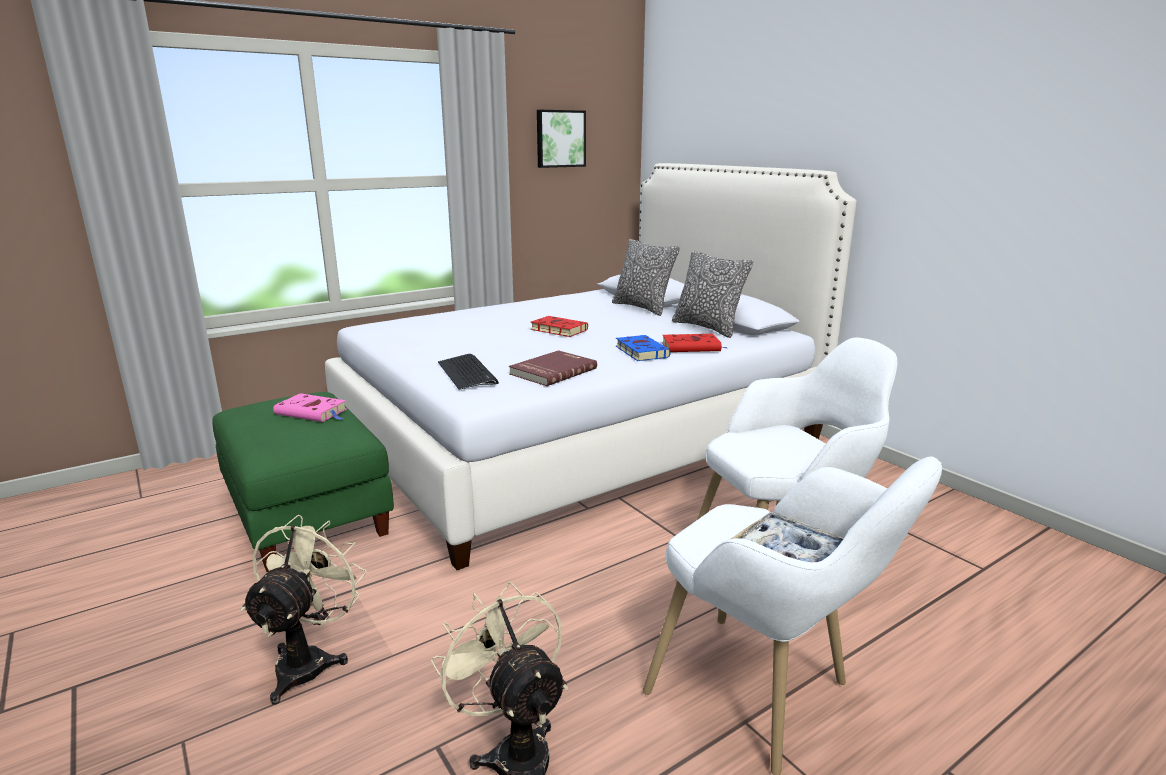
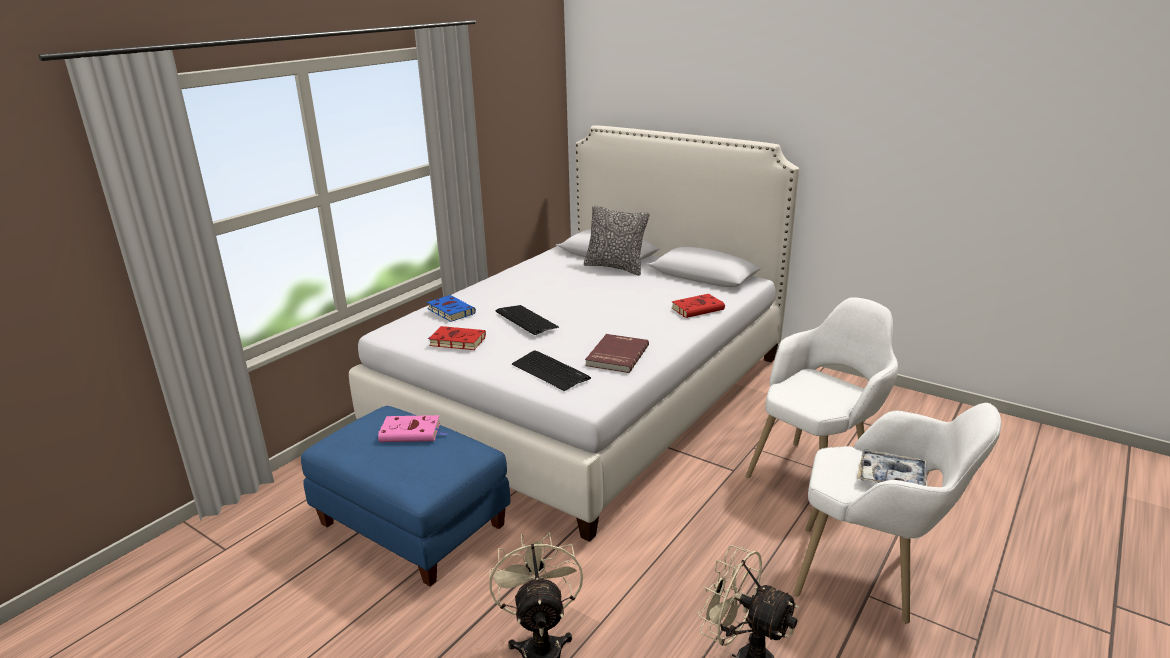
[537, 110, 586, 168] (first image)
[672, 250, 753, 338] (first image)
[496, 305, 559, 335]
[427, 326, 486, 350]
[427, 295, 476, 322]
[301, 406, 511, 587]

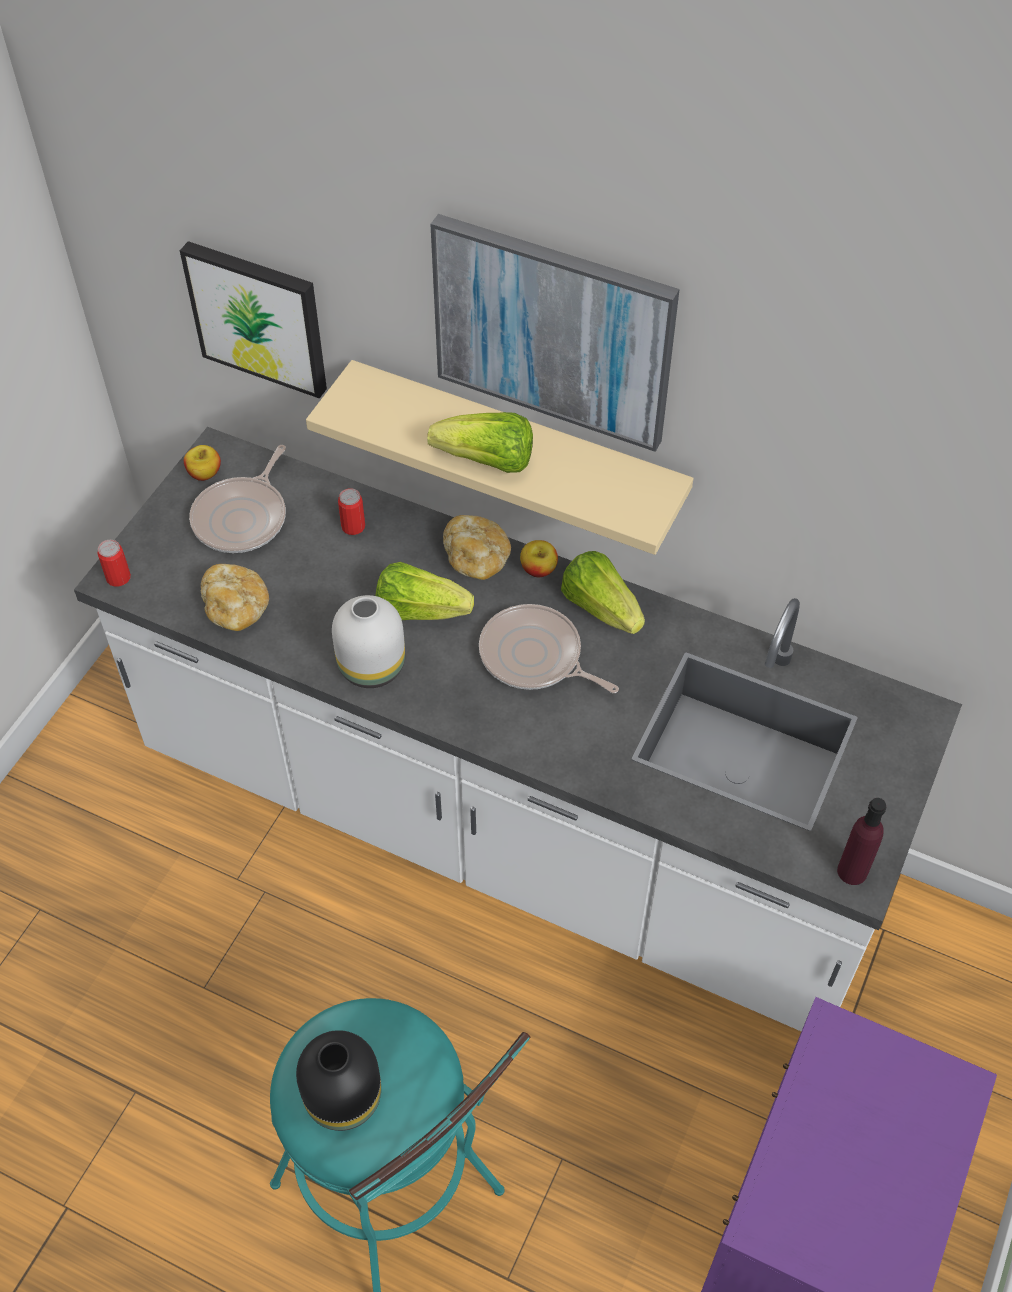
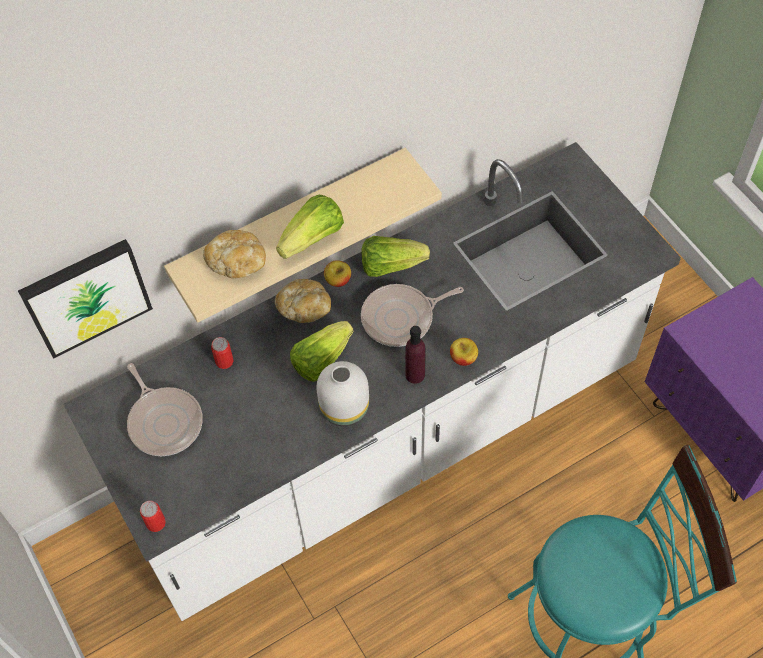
[296, 1030, 381, 1131] (first image)
[430, 214, 680, 452] (first image)
[450, 338, 478, 366]
[203, 230, 266, 278]
[405, 326, 426, 384]

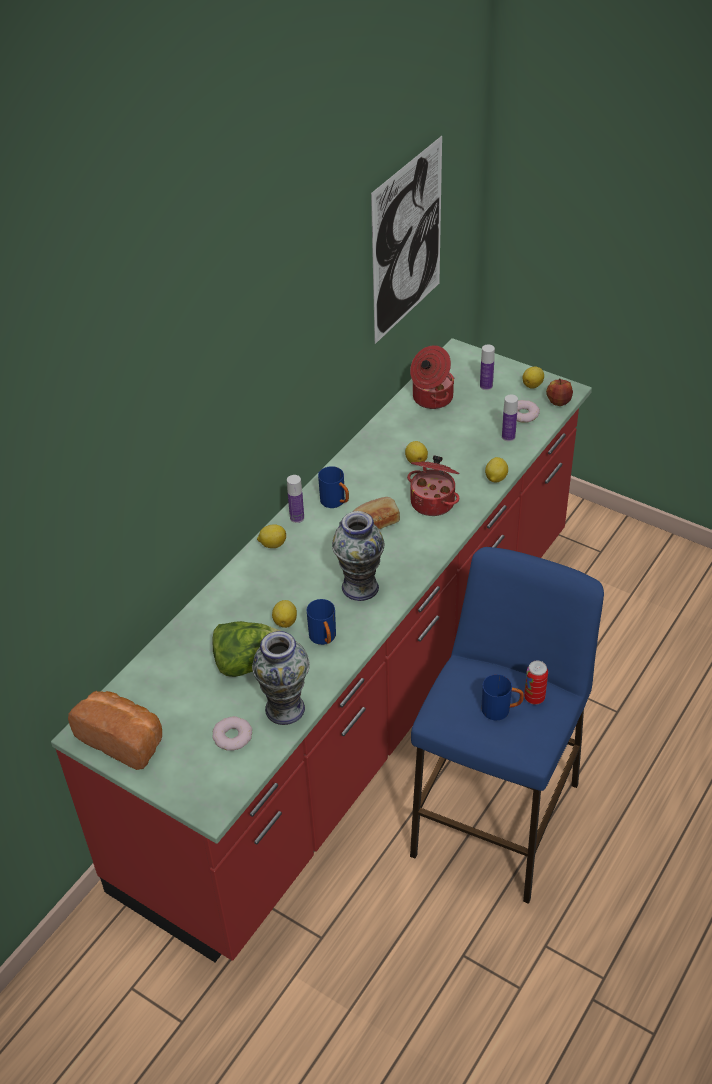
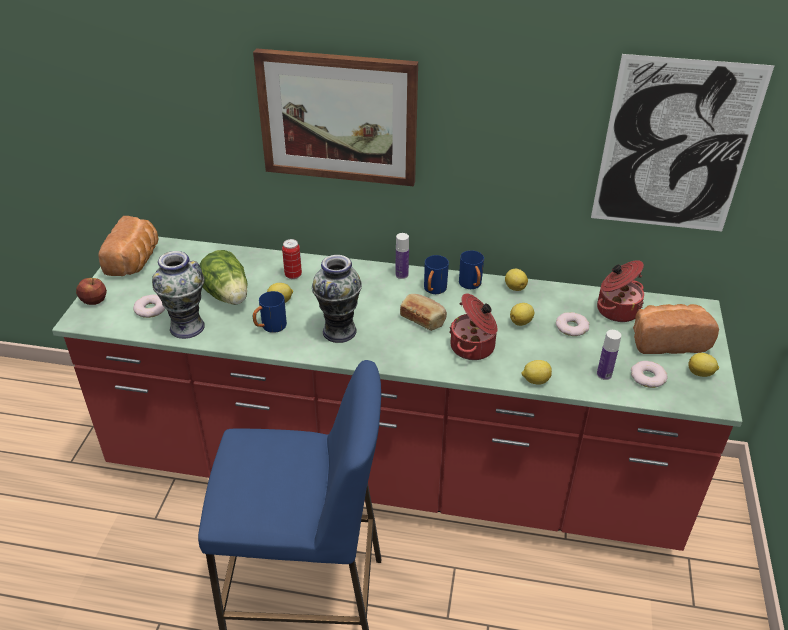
[253, 48, 418, 186]
[556, 312, 589, 336]
[505, 269, 528, 291]
[459, 250, 484, 289]
[282, 239, 302, 279]
[76, 278, 107, 305]
[633, 304, 719, 354]

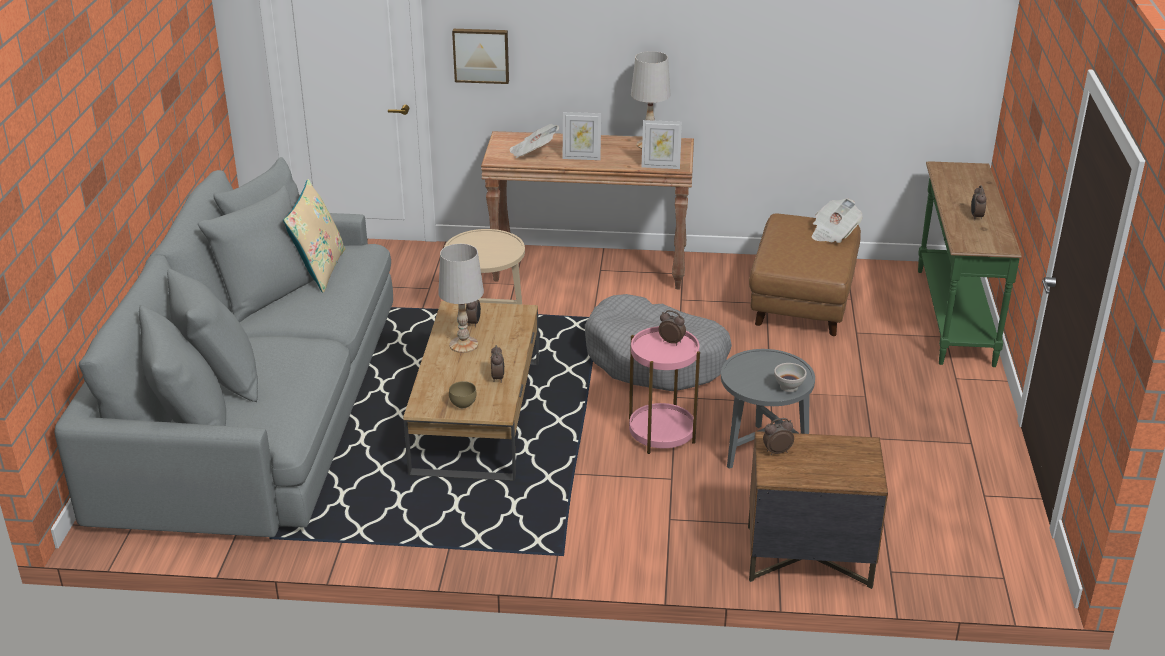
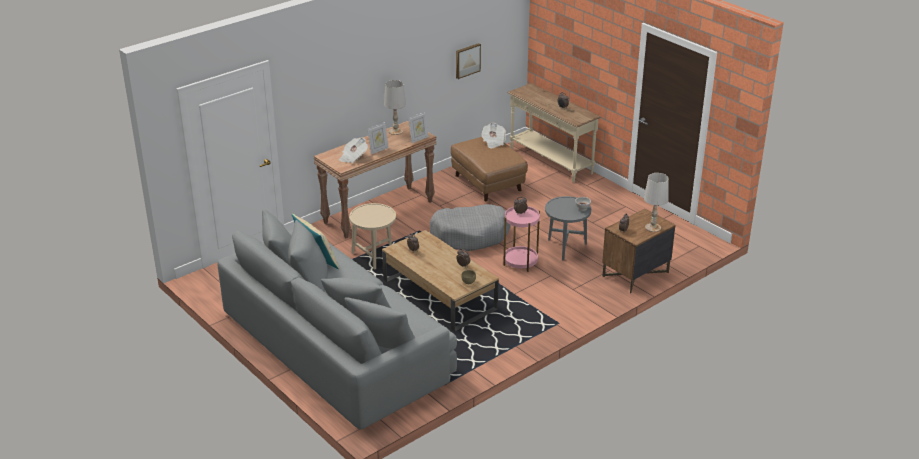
[644, 173, 669, 232]
[456, 43, 481, 79]
[507, 83, 601, 183]

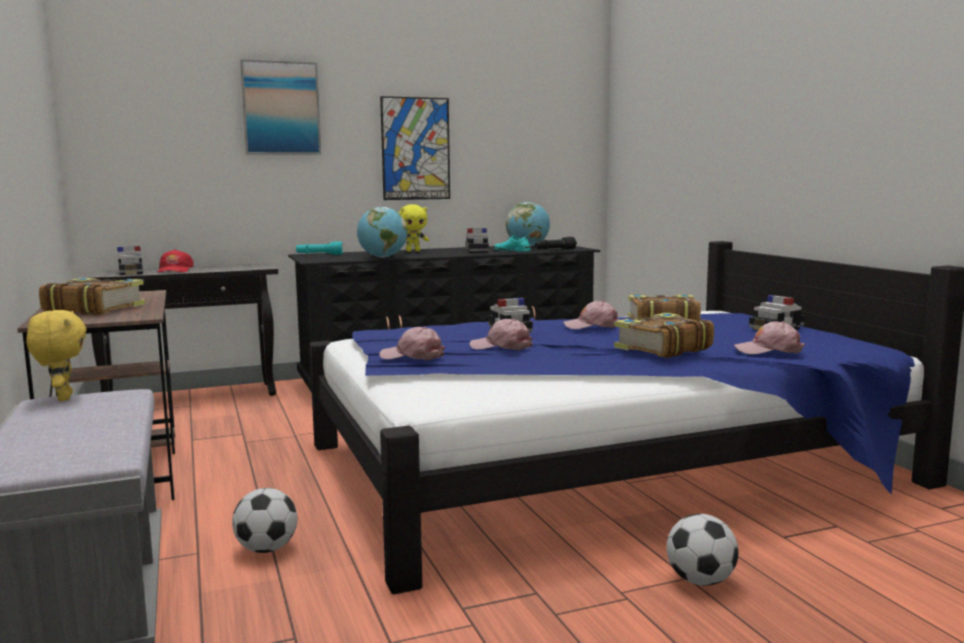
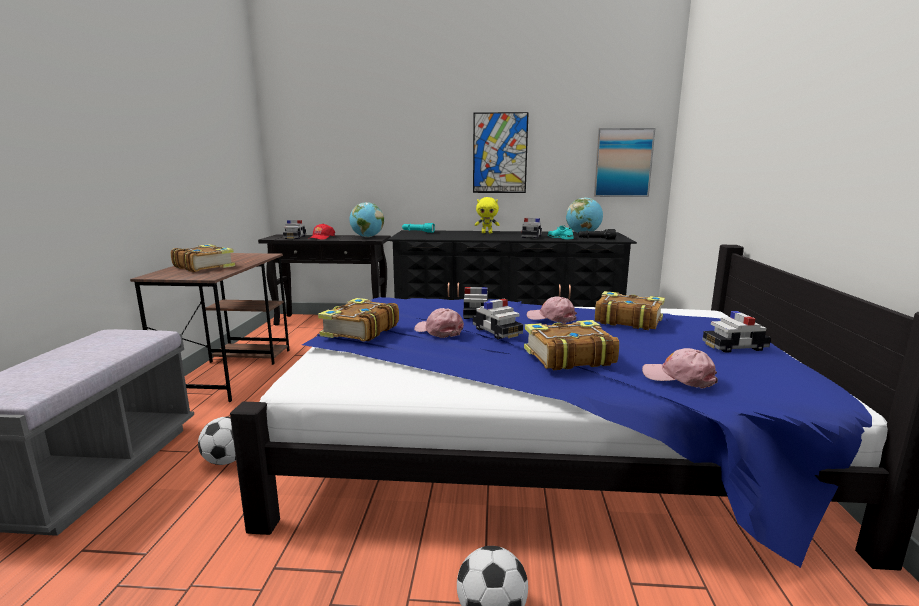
[26, 310, 87, 401] (first image)
[473, 299, 523, 339]
[594, 128, 656, 197]
[349, 202, 384, 237]
[318, 298, 399, 342]

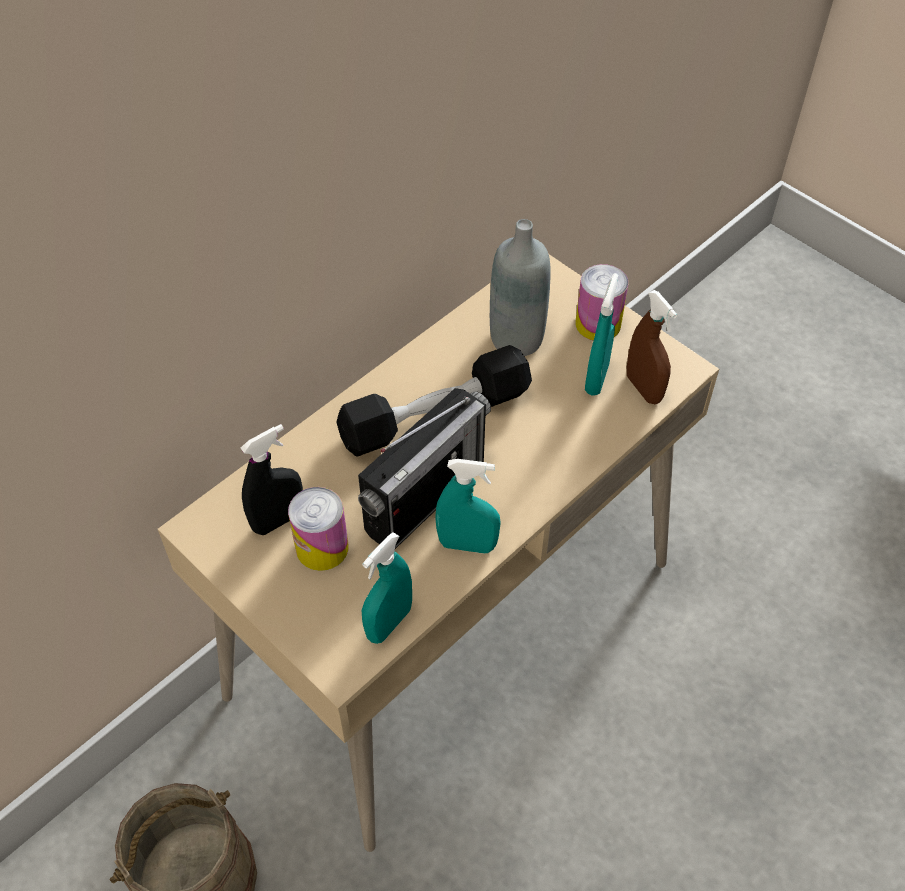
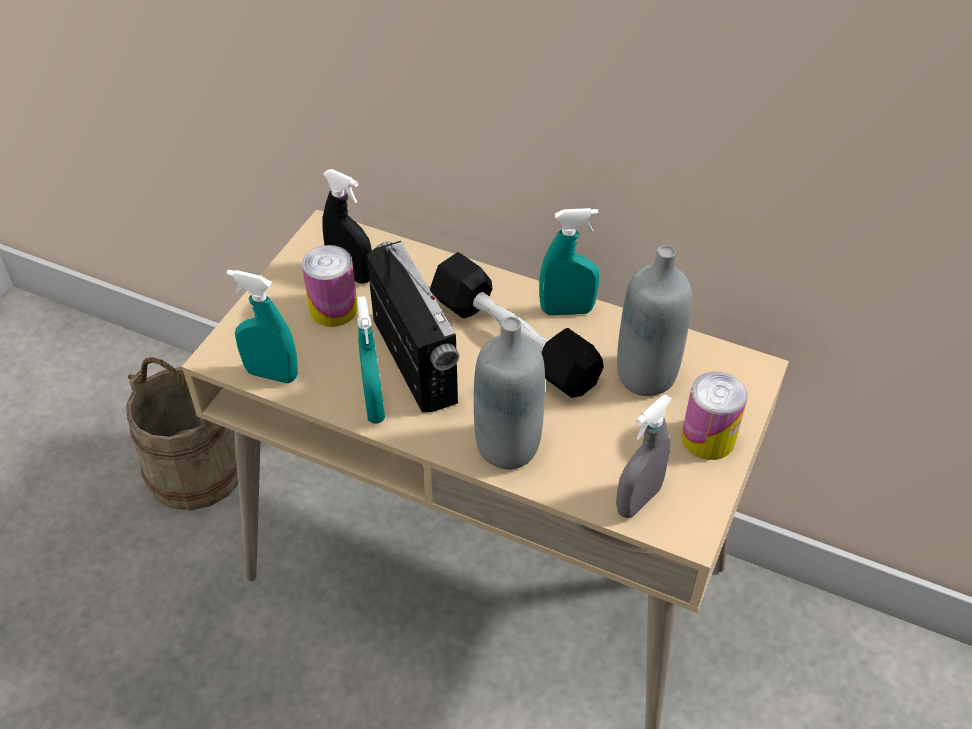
[474, 317, 545, 470]
[539, 208, 600, 315]
[616, 394, 672, 518]
[367, 241, 459, 412]

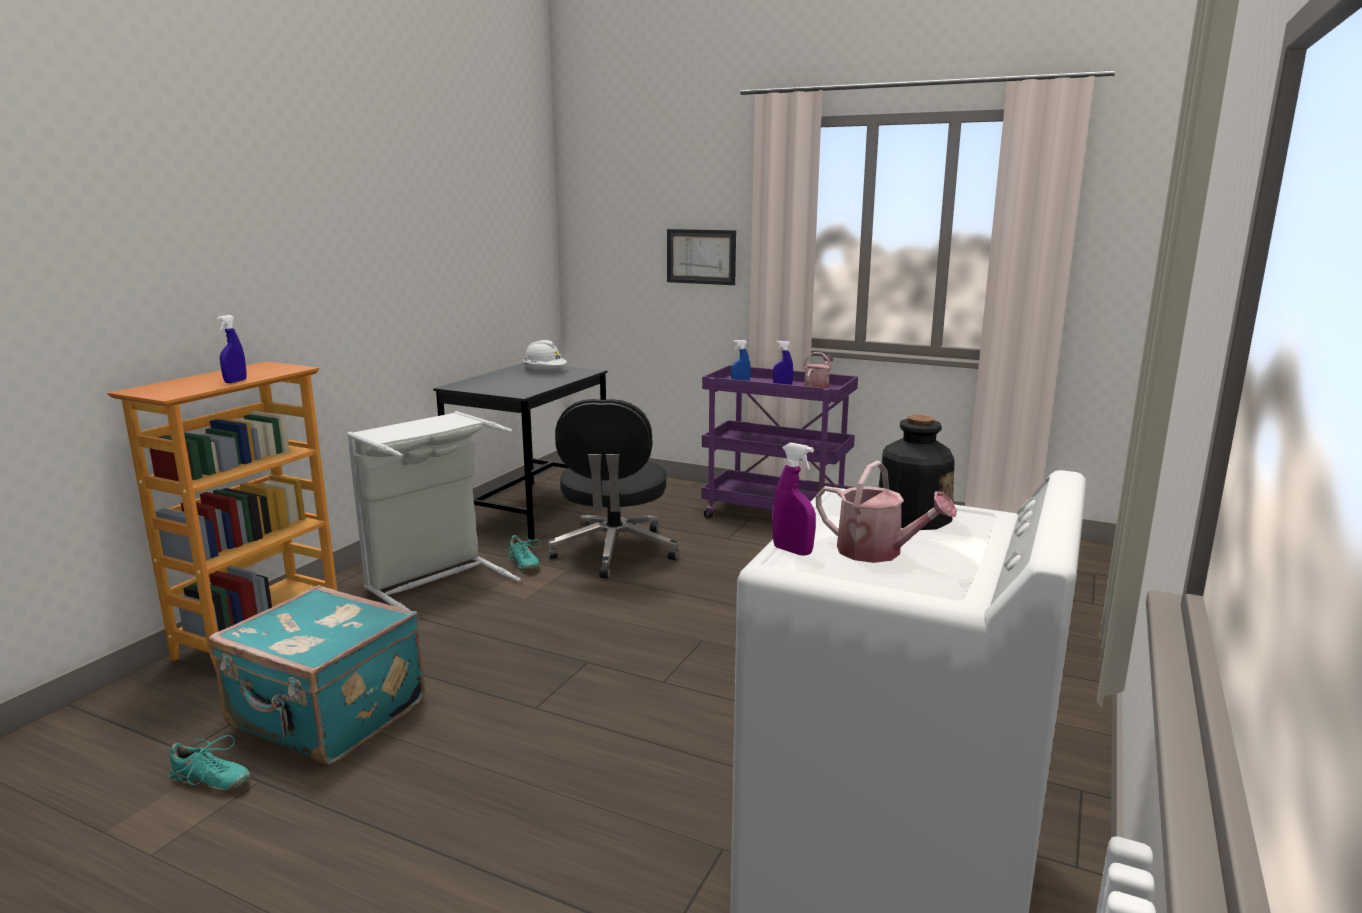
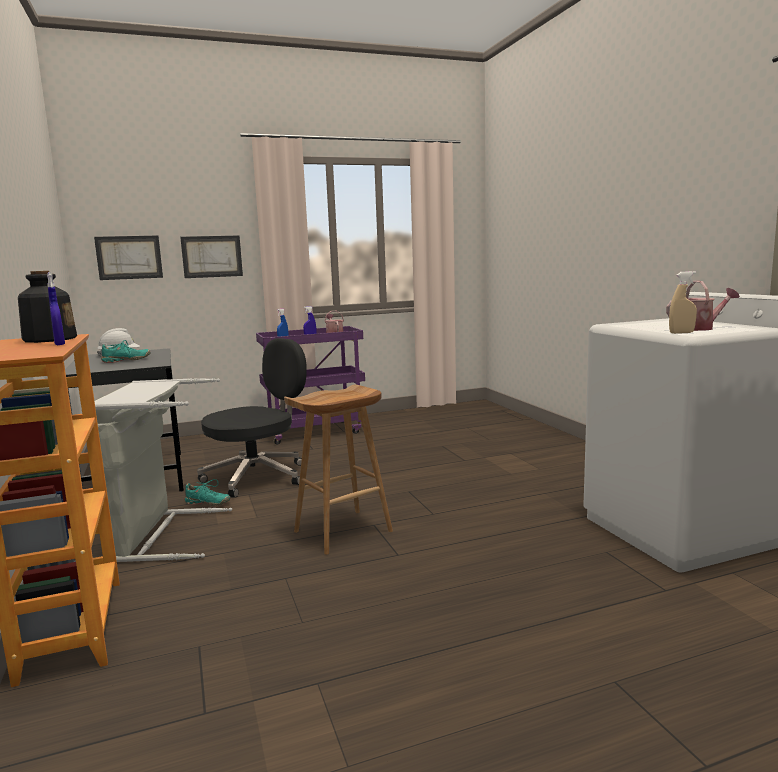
[209, 585, 425, 764] (first image)
[94, 235, 163, 280]
[284, 384, 393, 555]
[101, 340, 151, 363]
[18, 271, 77, 343]
[669, 271, 697, 334]
[197, 338, 307, 498]

